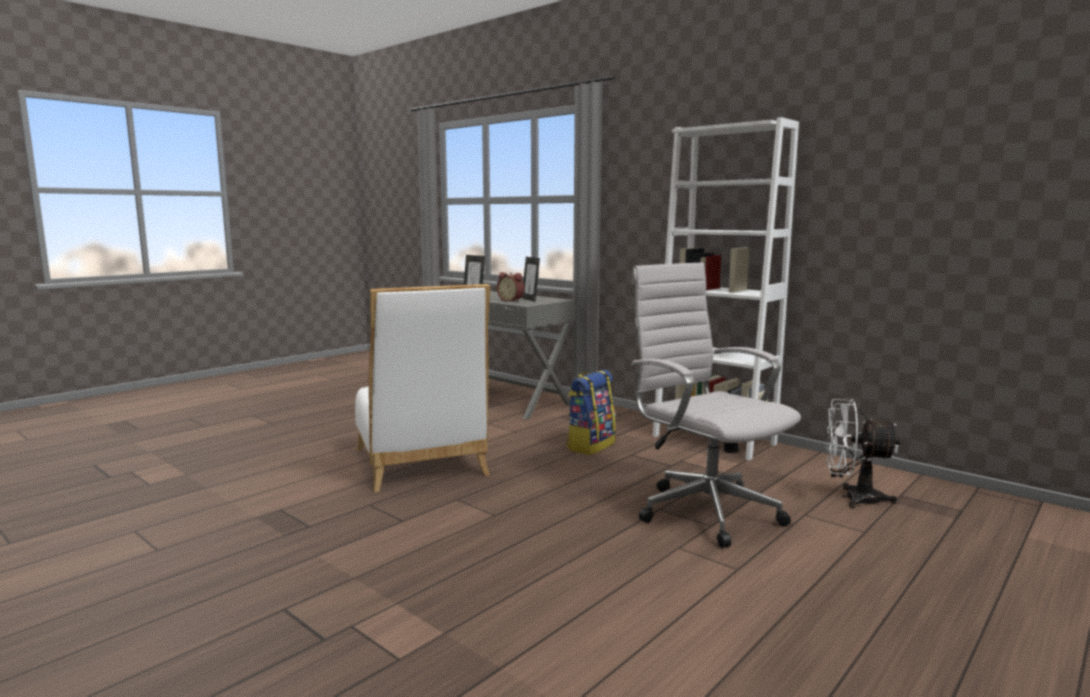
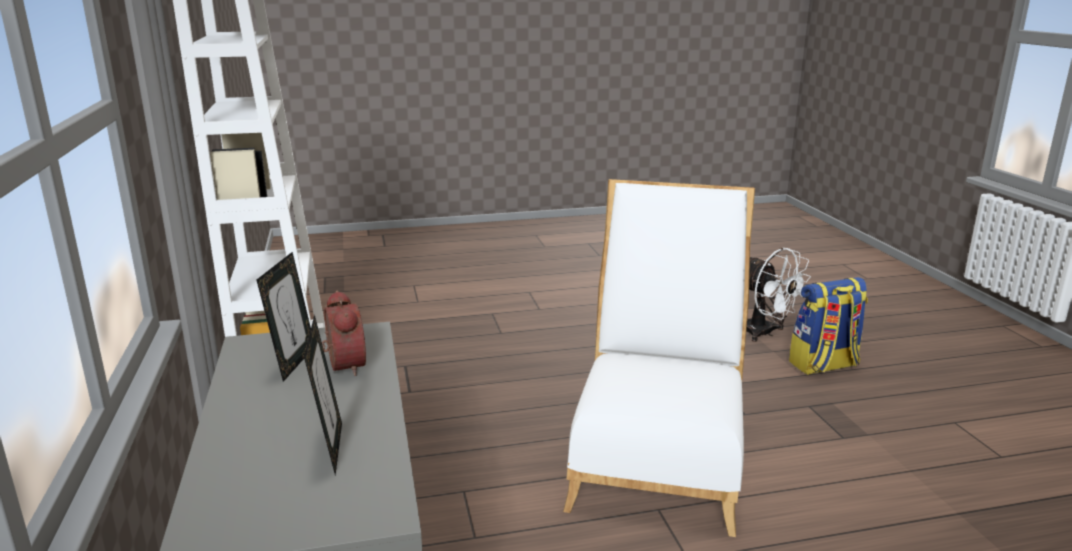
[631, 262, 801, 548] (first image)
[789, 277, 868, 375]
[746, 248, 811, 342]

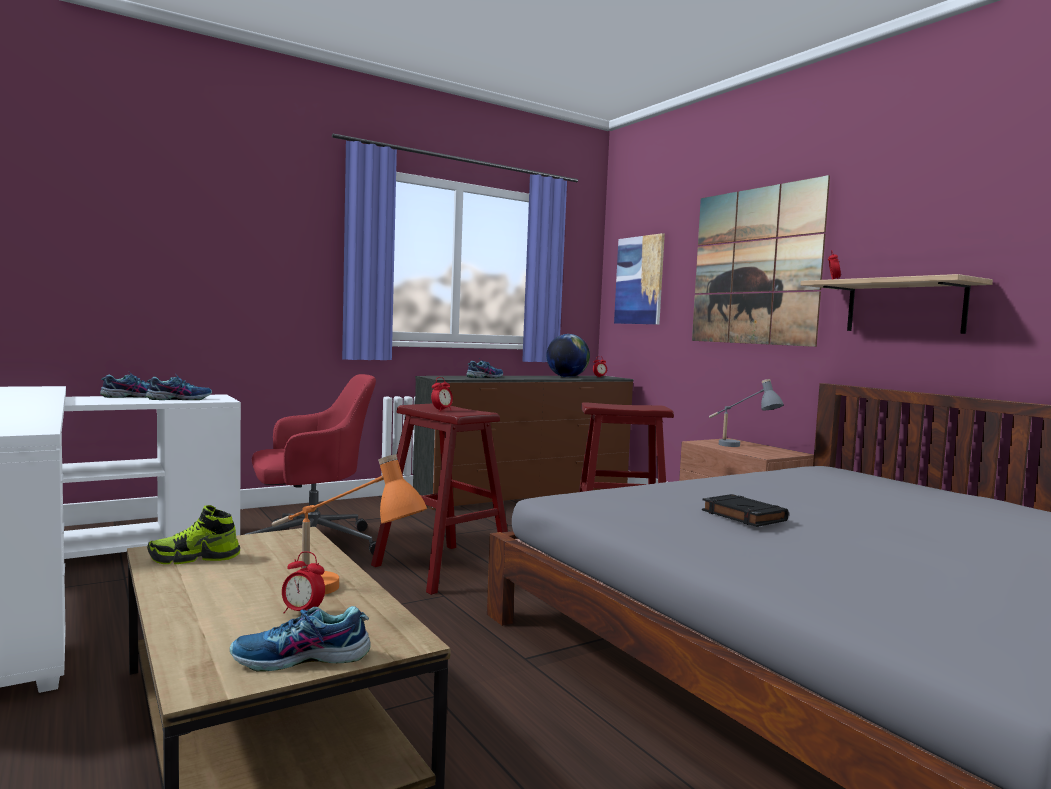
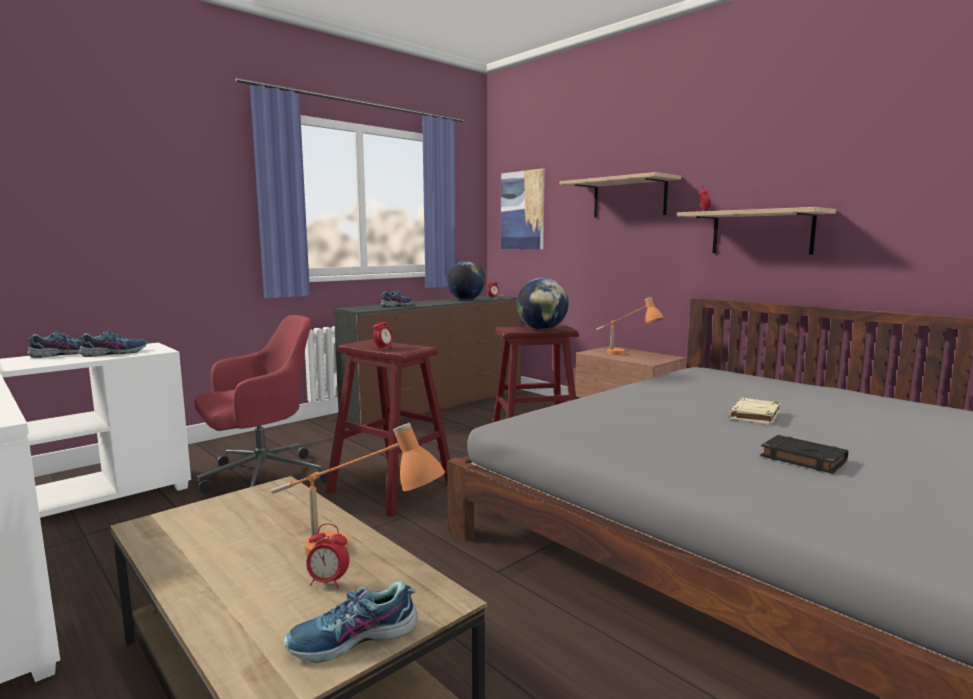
[147, 505, 240, 564] (first image)
[517, 278, 569, 330]
[729, 398, 780, 425]
[760, 435, 848, 474]
[559, 172, 681, 217]
[596, 297, 664, 355]

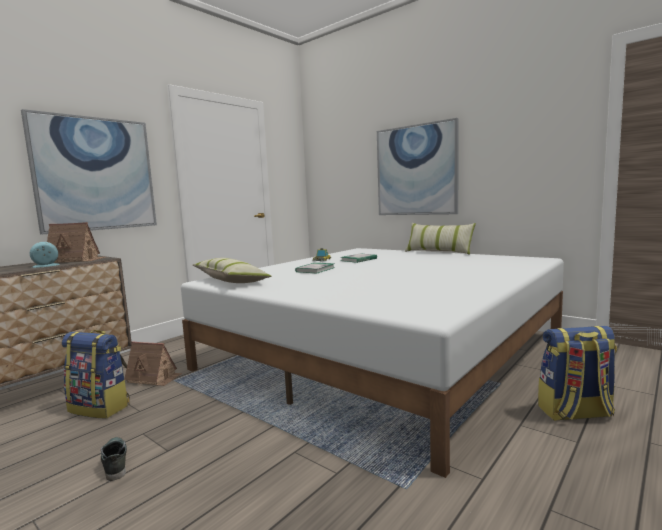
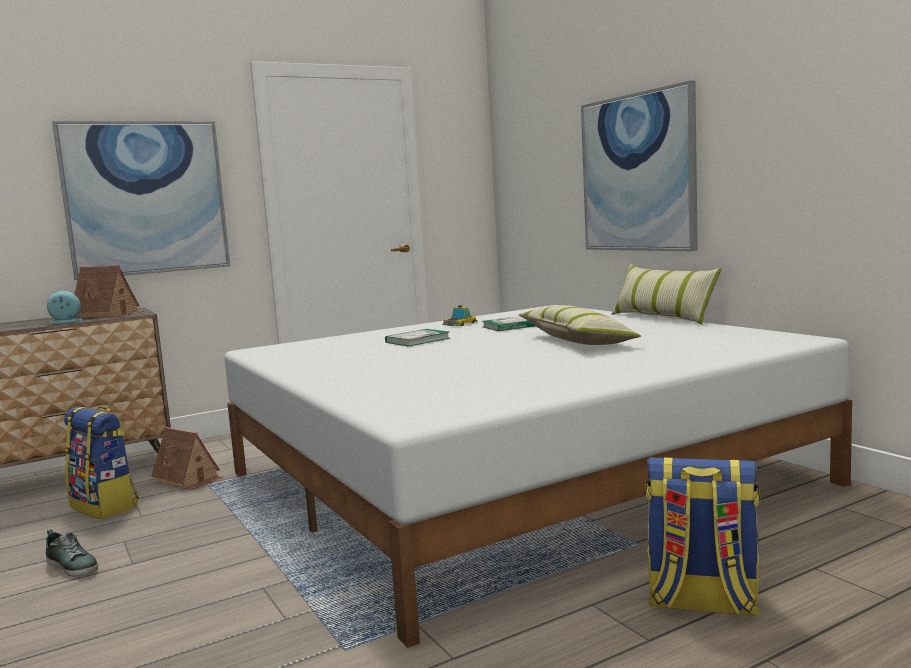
[518, 305, 641, 345]
[46, 529, 98, 576]

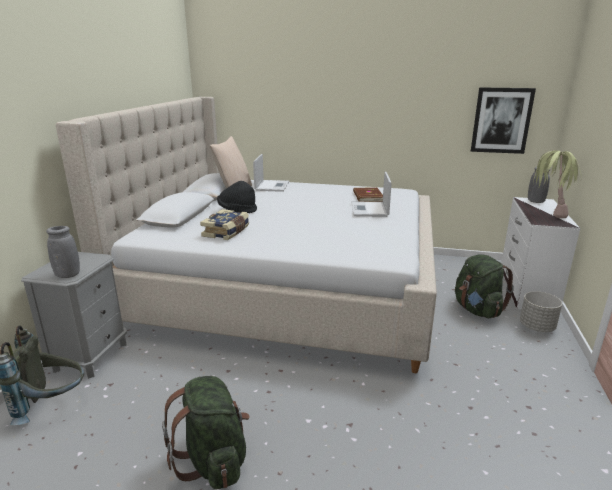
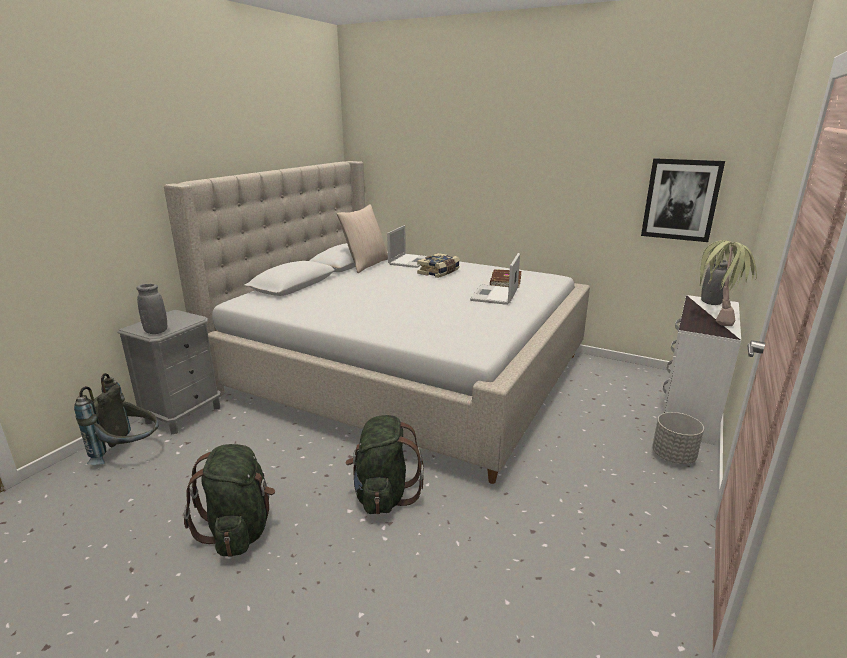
[217, 181, 257, 213] (first image)
[417, 253, 460, 278]
[345, 415, 424, 514]

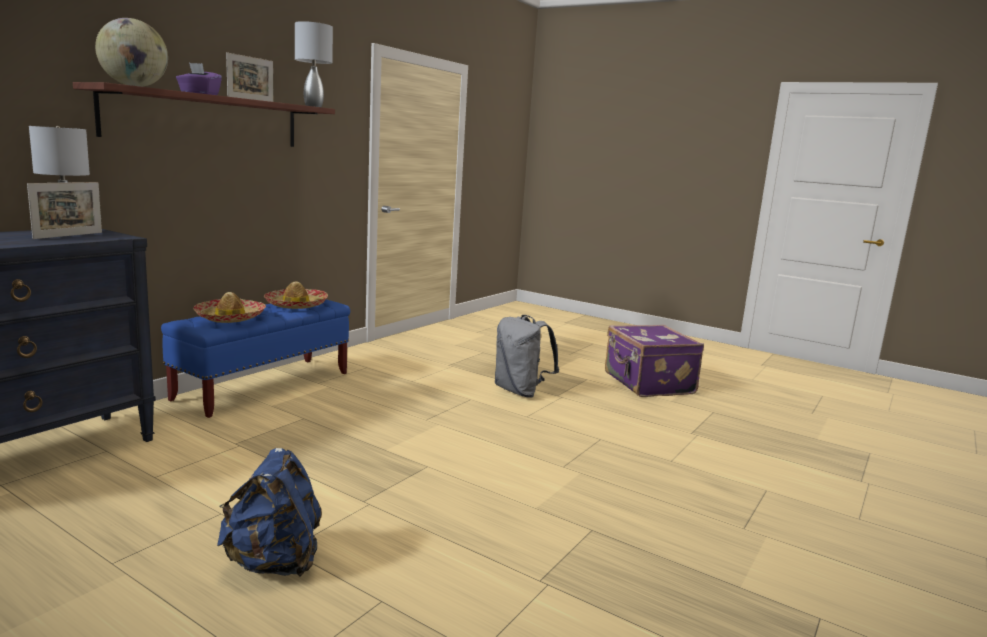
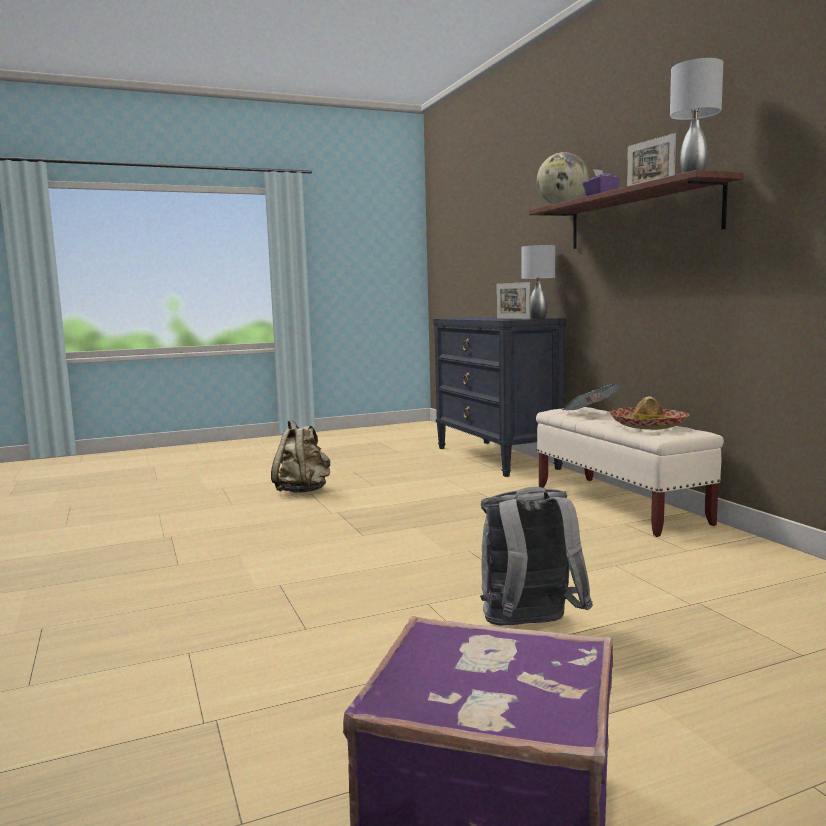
[562, 383, 621, 411]
[536, 407, 724, 537]
[271, 420, 330, 493]

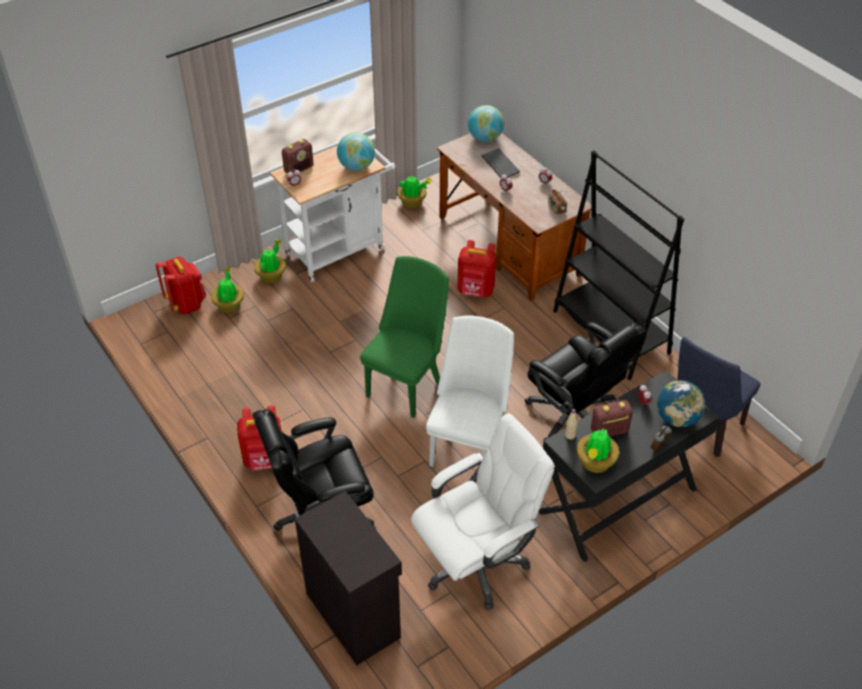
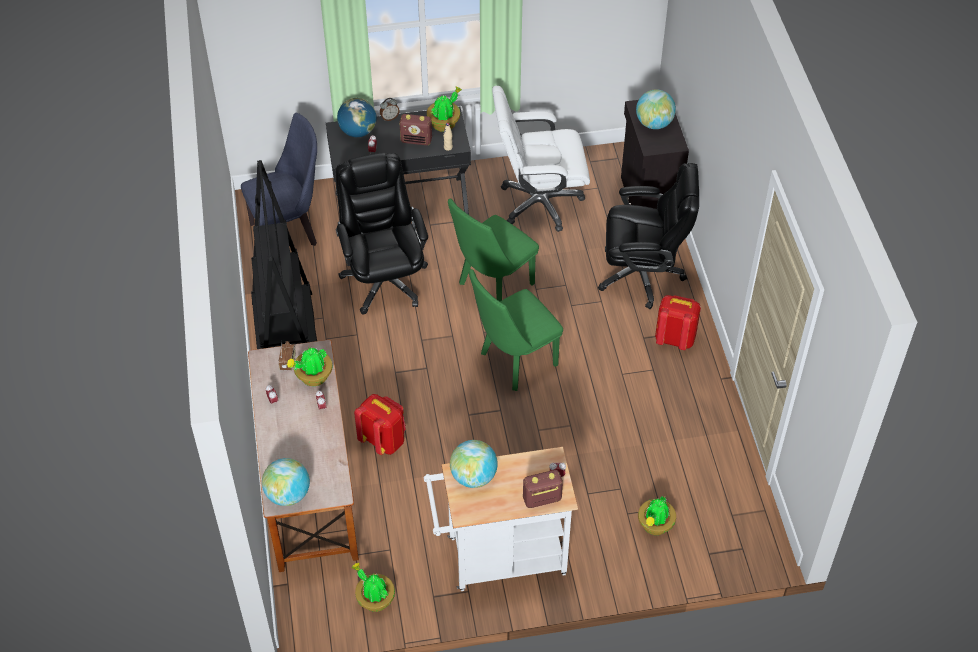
[156, 257, 206, 314] (first image)
[481, 148, 520, 178] (first image)
[636, 90, 676, 129]
[287, 348, 333, 386]
[448, 199, 539, 301]

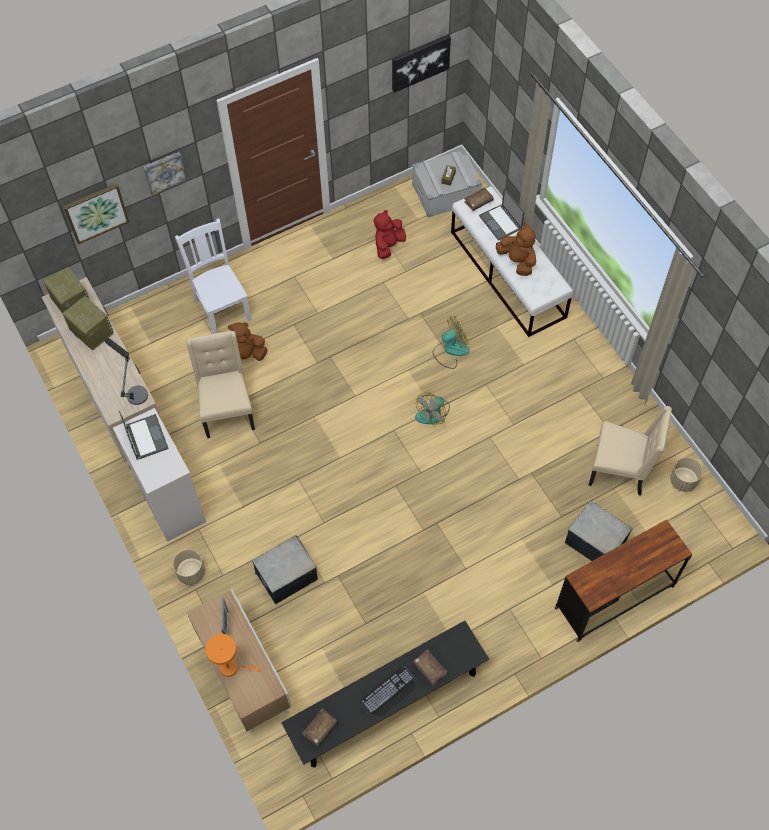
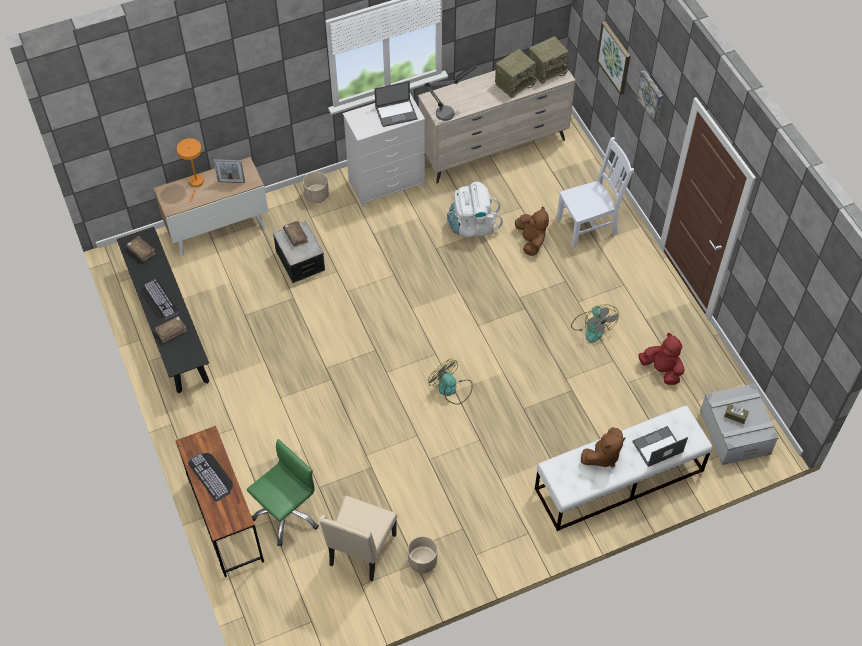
[392, 35, 451, 93] (first image)
[188, 453, 233, 501]
[571, 304, 619, 343]
[283, 221, 308, 247]
[408, 536, 437, 573]
[447, 182, 503, 237]
[247, 439, 319, 546]

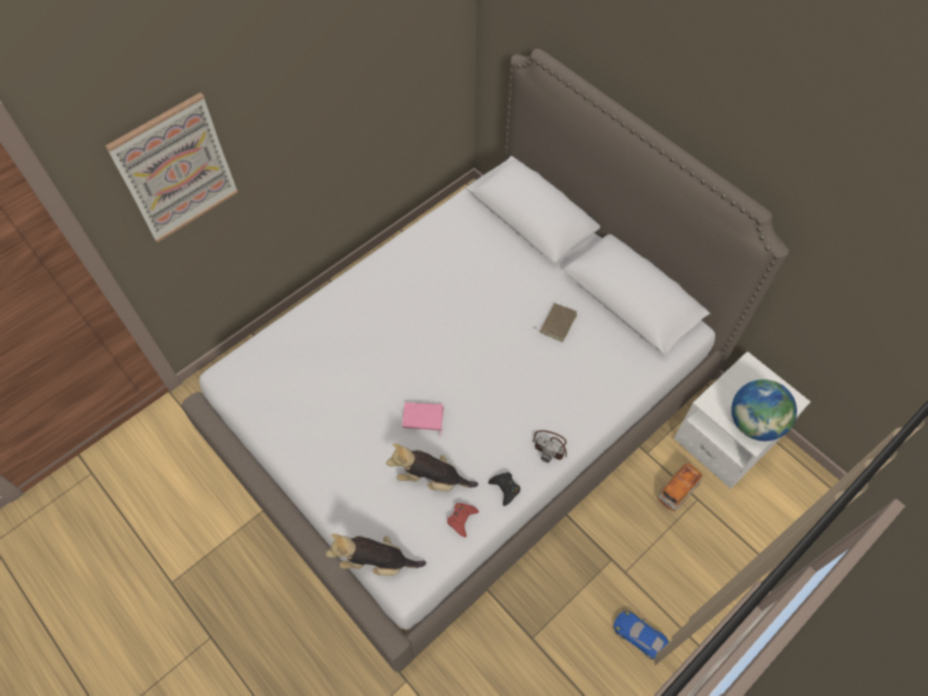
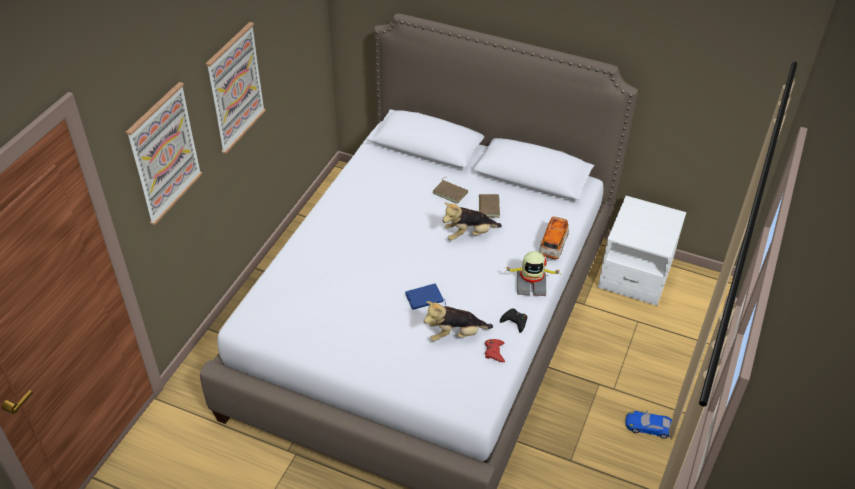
[731, 379, 797, 441] (first image)
[205, 22, 266, 154]
[433, 177, 468, 204]
[443, 202, 502, 241]
[539, 216, 569, 259]
[504, 251, 561, 296]
[405, 283, 446, 310]

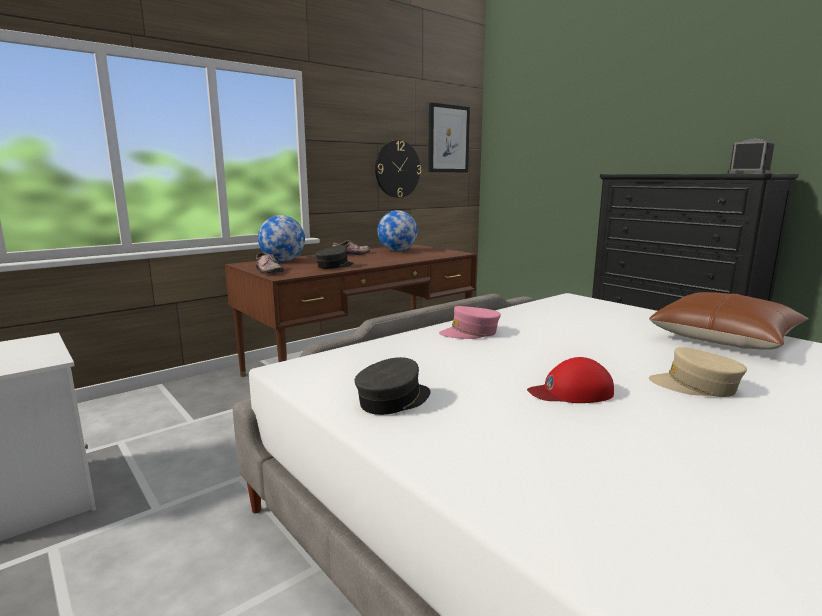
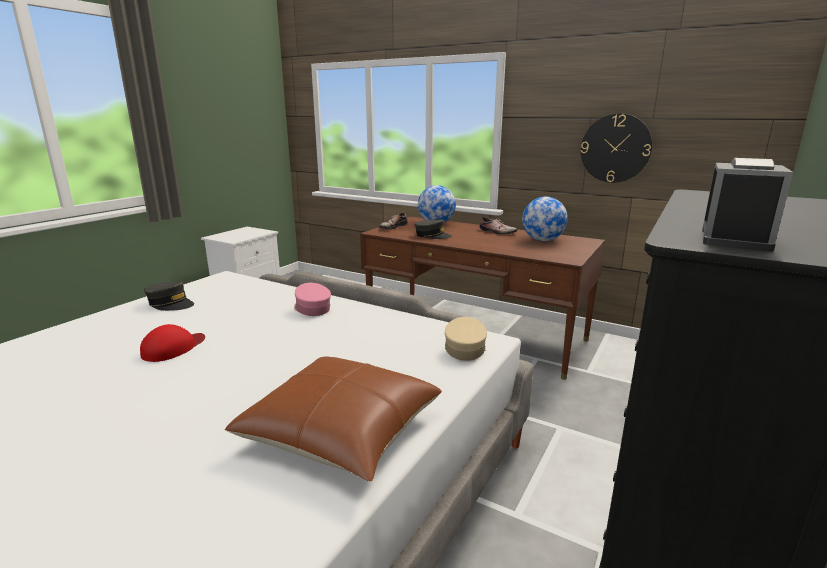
[428, 103, 470, 172] (first image)
[445, 317, 487, 361]
[140, 324, 205, 362]

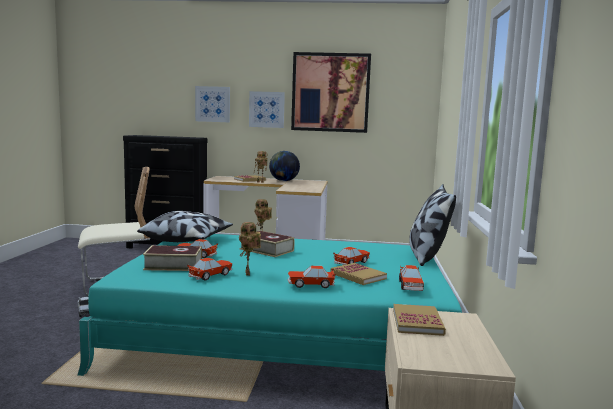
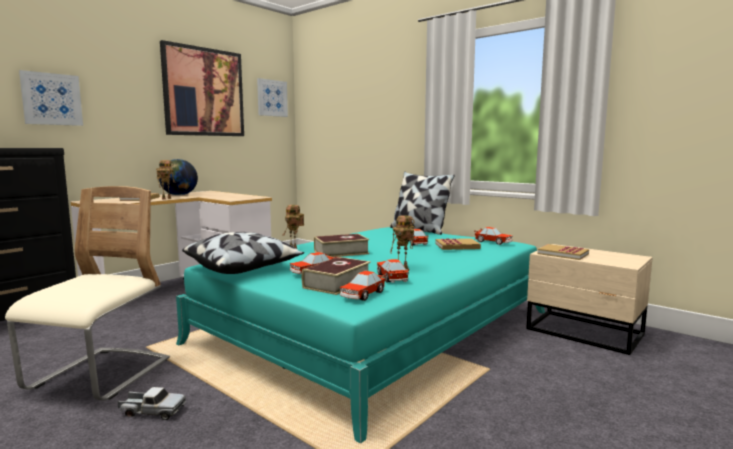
[257, 78, 288, 117]
[340, 271, 386, 301]

